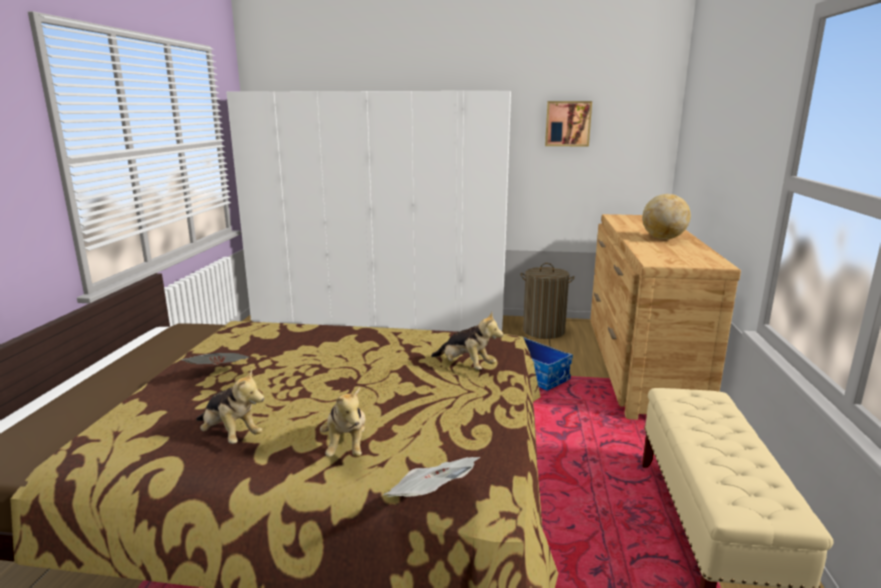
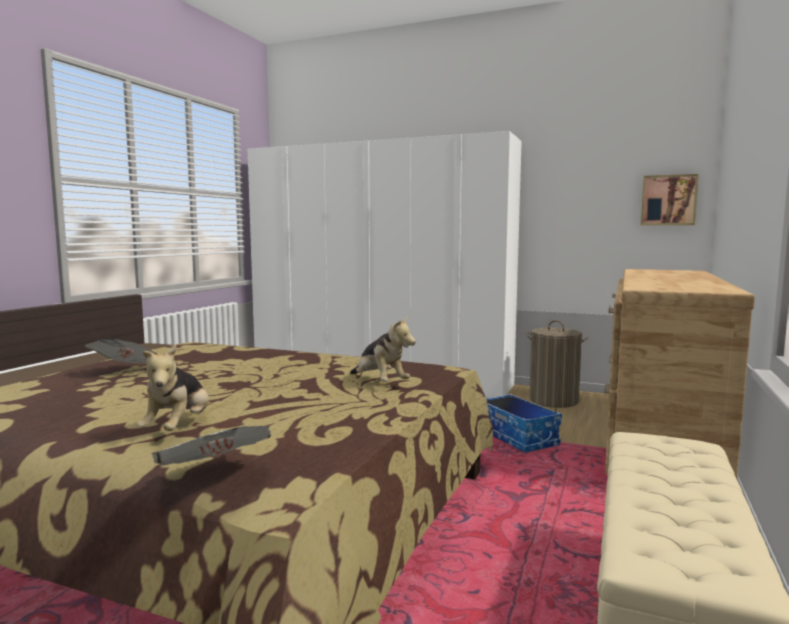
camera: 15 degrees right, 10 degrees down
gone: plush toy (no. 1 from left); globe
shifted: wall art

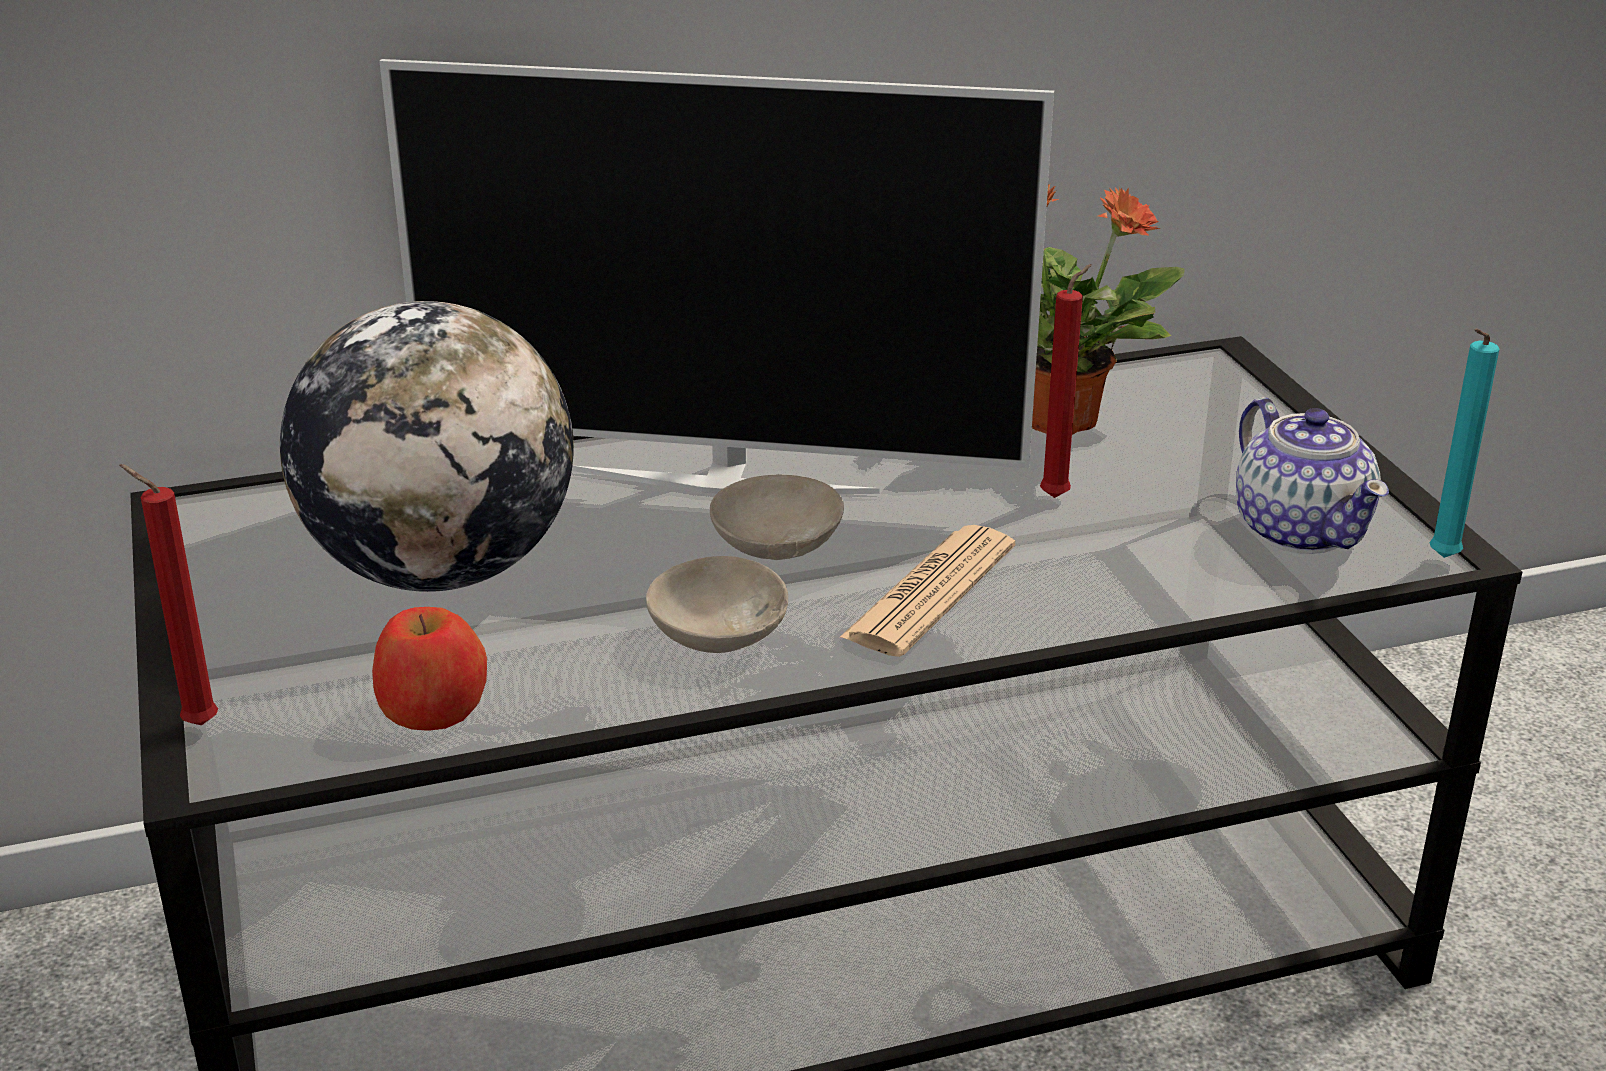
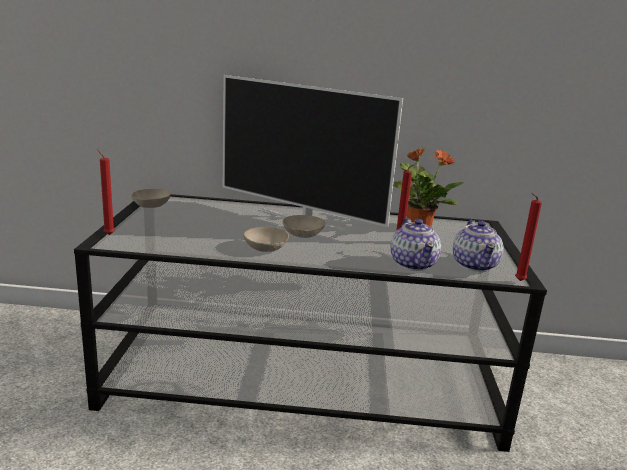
camera: 20 degrees right, 10 degrees down
gone: globe; apple; daily paper
new: serving bowl (beige) (no. 1 from left); teapot (no. 1 from left)
repainted: wax light (blue-green) to wax light (red) (no. 3 from left)

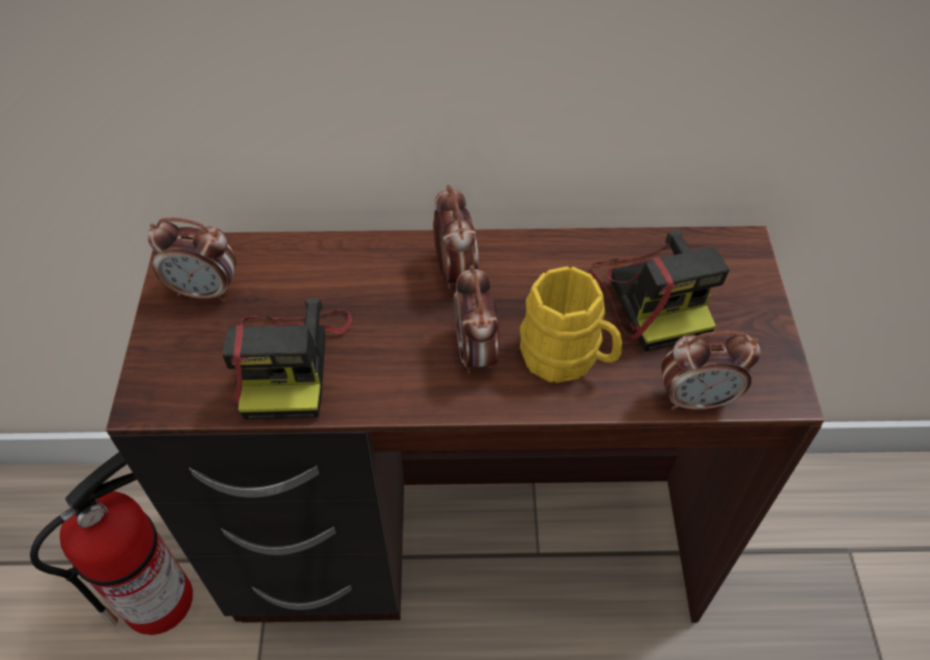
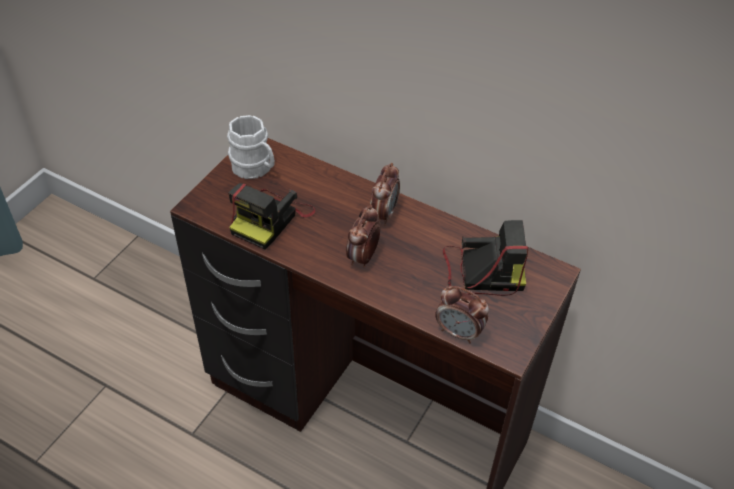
camera: 30 degrees right, 5 degrees down
gone: extinguisher; tea mug (yellow-coloured)
swapped: table clock (no. 1 from left) to tea mug (white-coloured)
rotated: still camera (no. 2 from left) 105 degrees counterclockwise

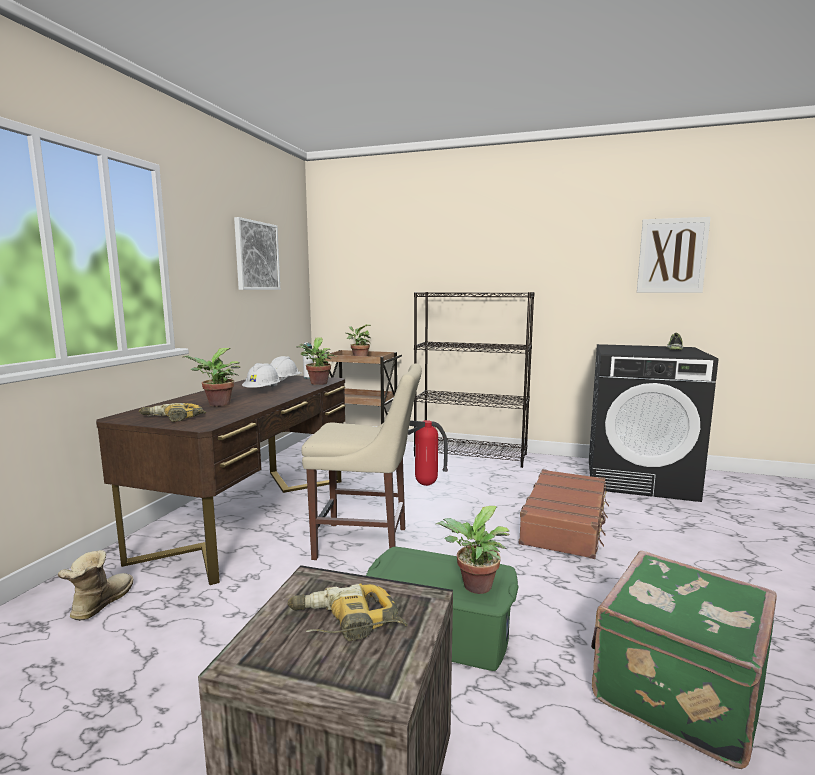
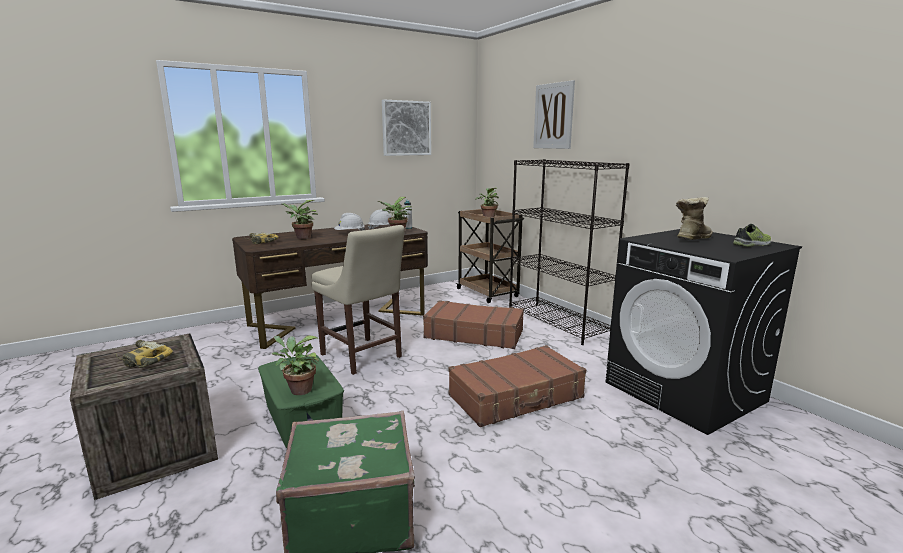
camera: 40 degrees right, 5 degrees up
shifted: boot; wall art (no. 2 from left)
swapped: extinguisher to travel case (brown-coloured) (no. 1 from left)

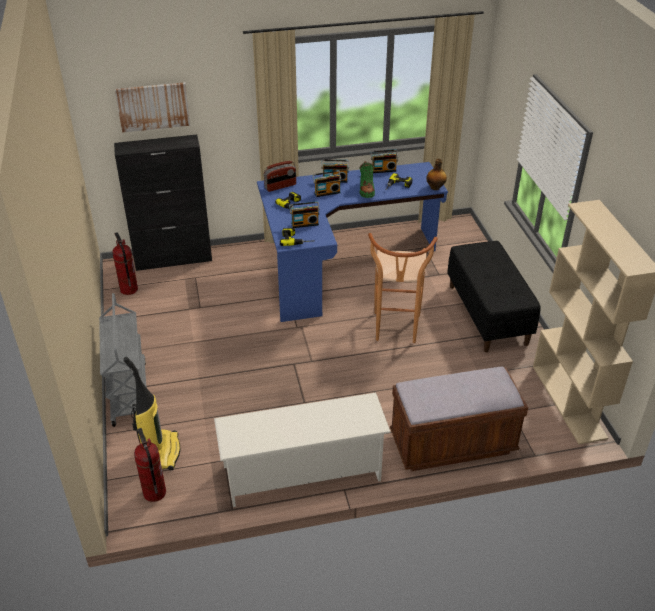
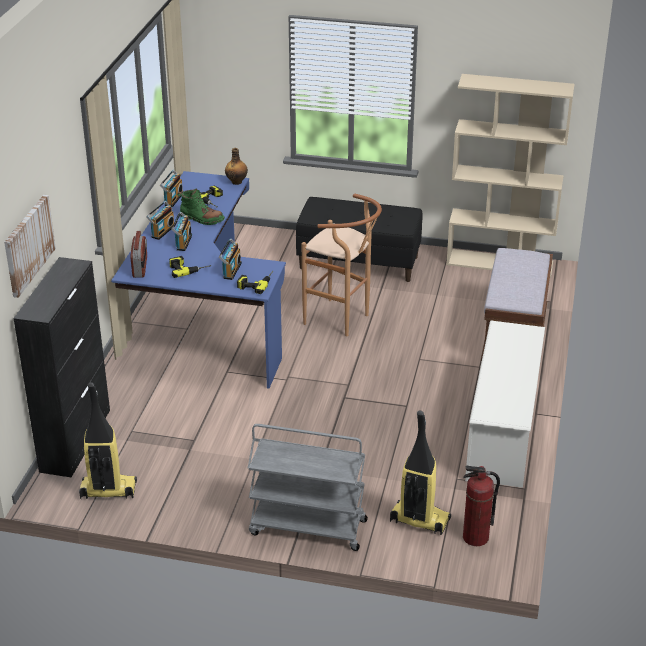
camera: 65 degrees left, 5 degrees down
swapped: extinguisher (no. 1 from left) to hoover (no. 1 from left)

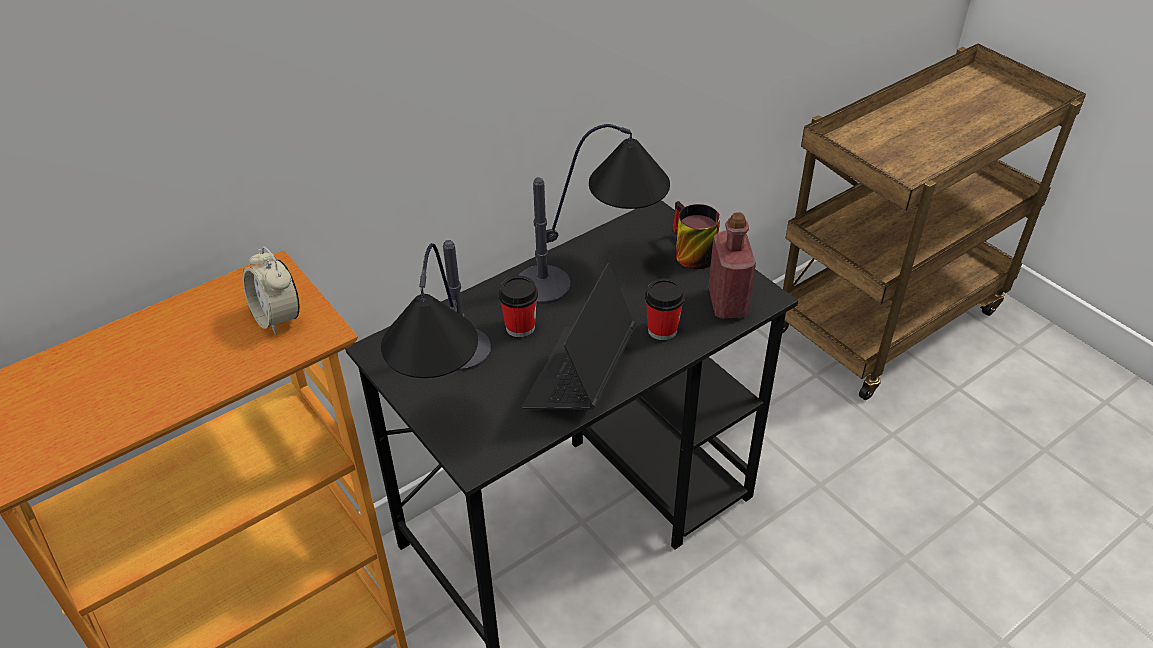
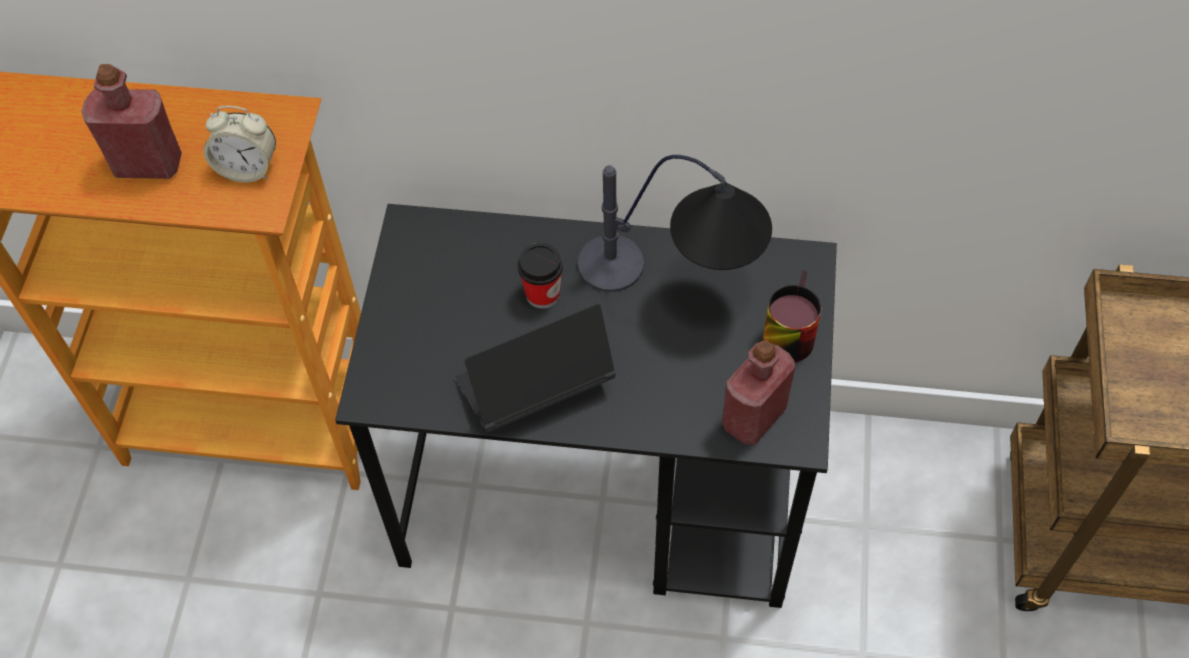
camera: 45 degrees right, 15 degrees up
gone: table lamp (no. 1 from left); cup (no. 2 from left)
new: bottle (red) (no. 1 from left)
rotated: table clock 90 degrees counterclockwise

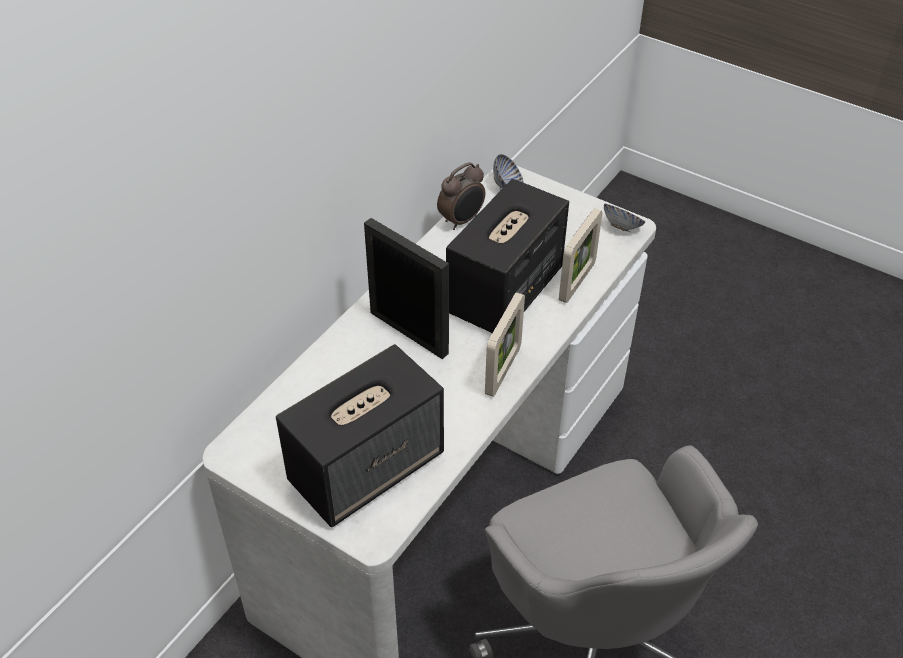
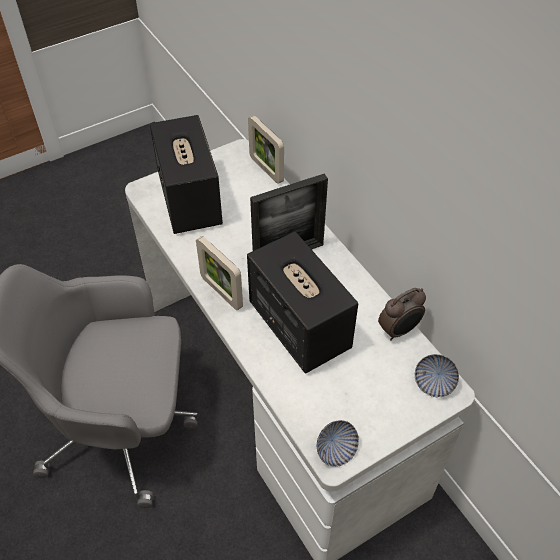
camera: 115 degrees right, 5 degrees up
shifted: standing frame (no. 3 from left in the first image) to standing frame (no. 2 from left)
rotated: table clock 105 degrees counterclockwise

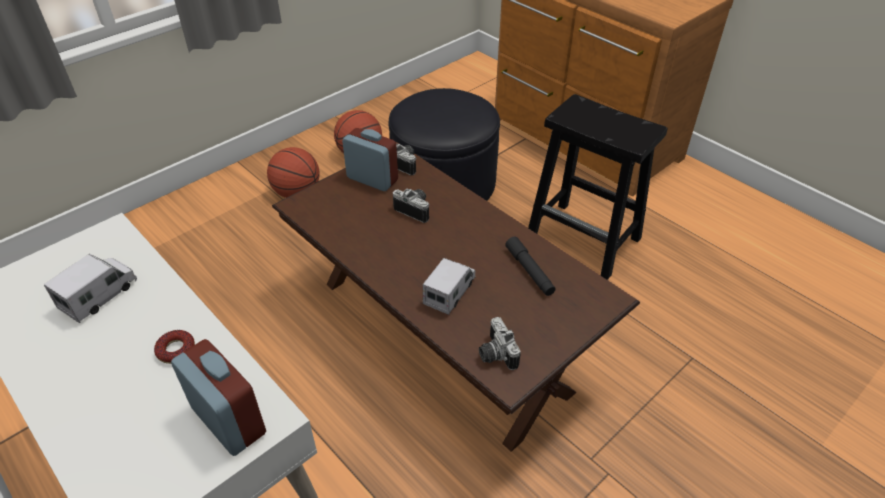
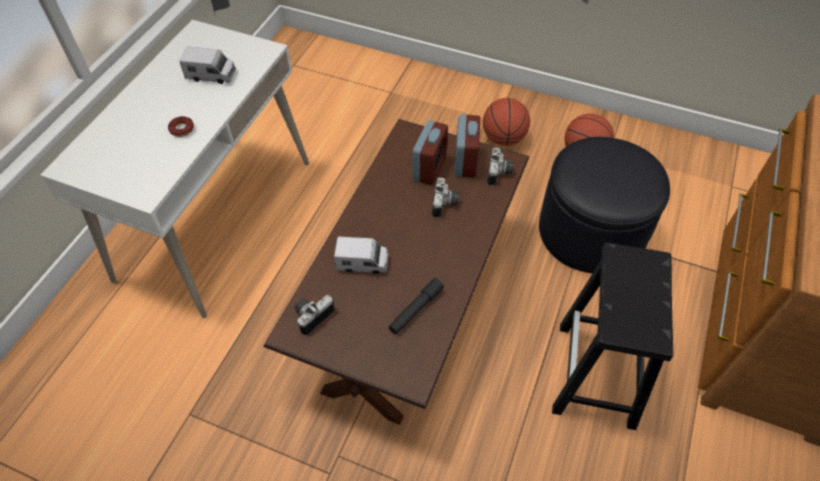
camera: 65 degrees right, 10 degrees up
shifted: table clock (no. 1 from left)

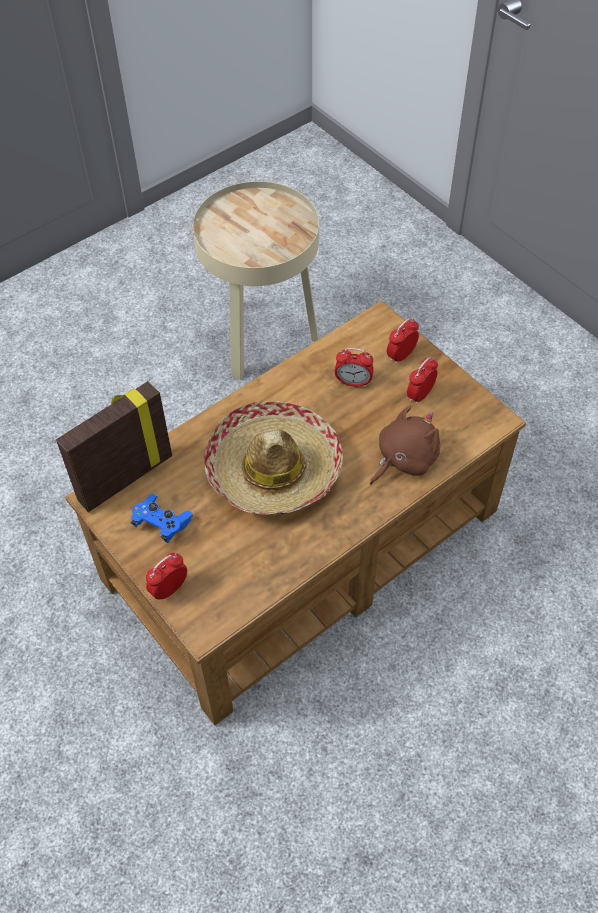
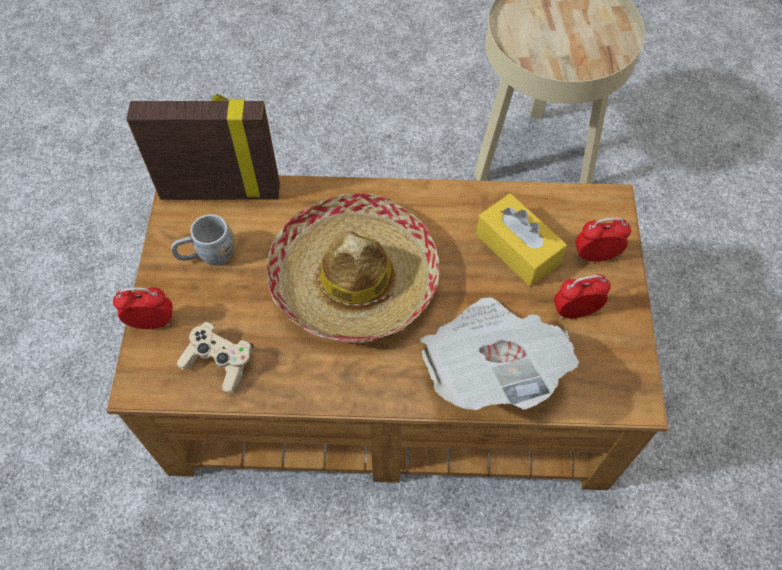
camera: 40 degrees right, 5 degrees up
new: game controller (beige)
swapped: game controller (blue) to tea mug (gray); table clock (no. 2 from left) to tissue box (yellow-coloured); plush toy (brown-coloured) to daily paper

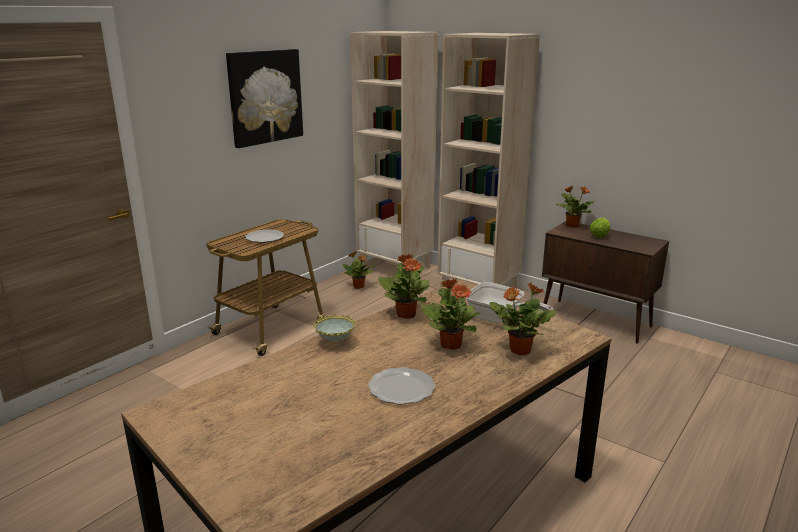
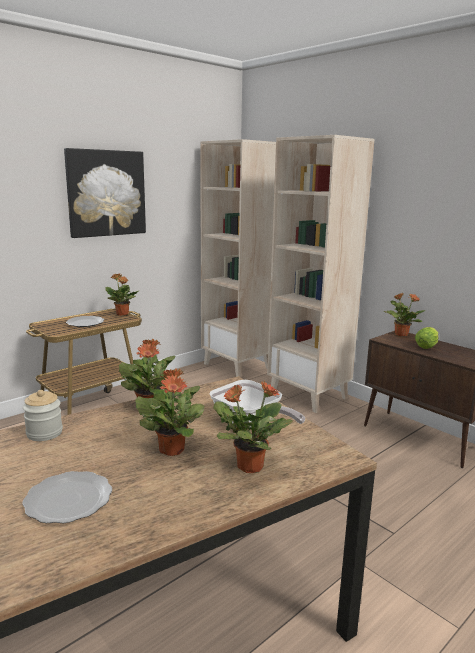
camera: 10 degrees right, 5 degrees down
shifted: houseplant (no. 1 from left)
swapped: serving bowl to jar

